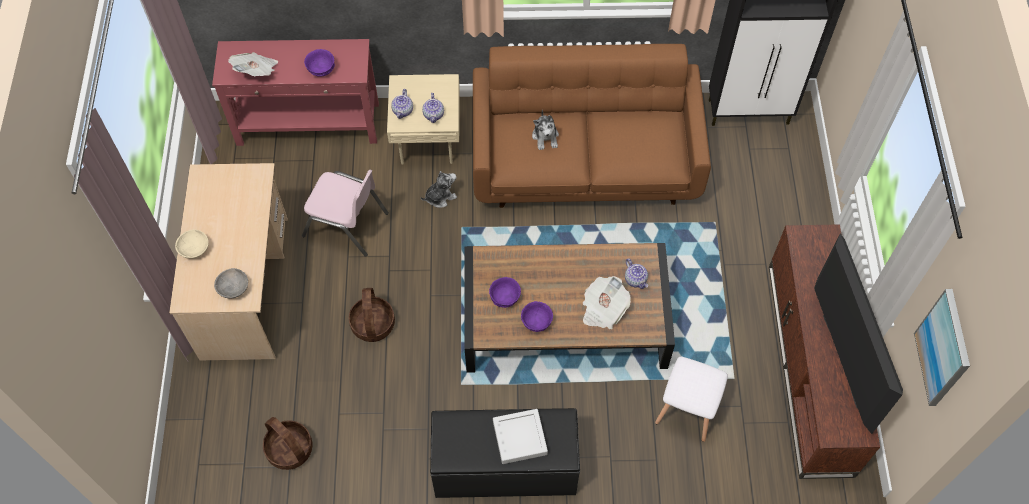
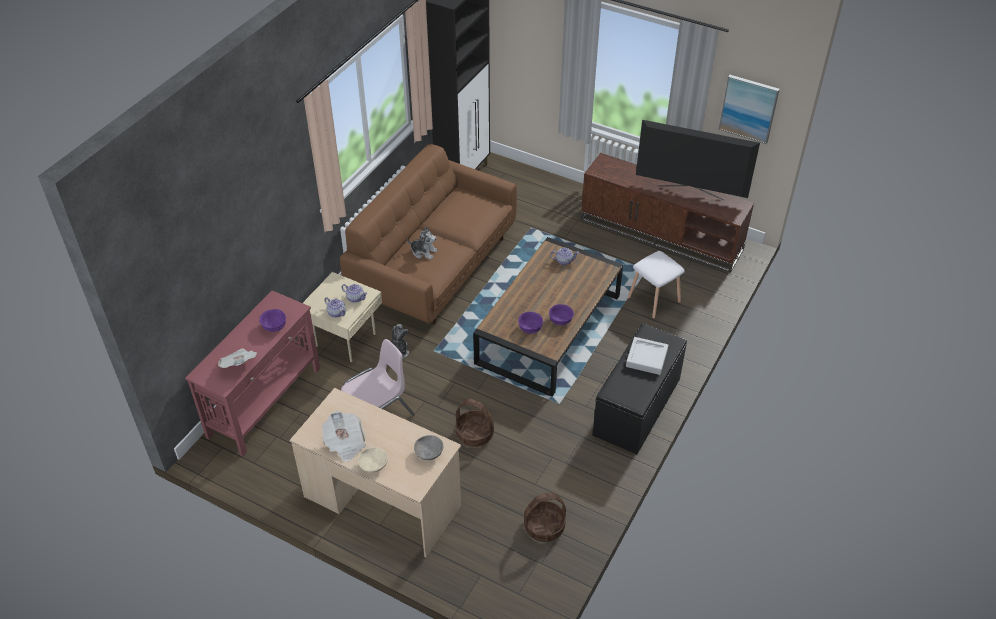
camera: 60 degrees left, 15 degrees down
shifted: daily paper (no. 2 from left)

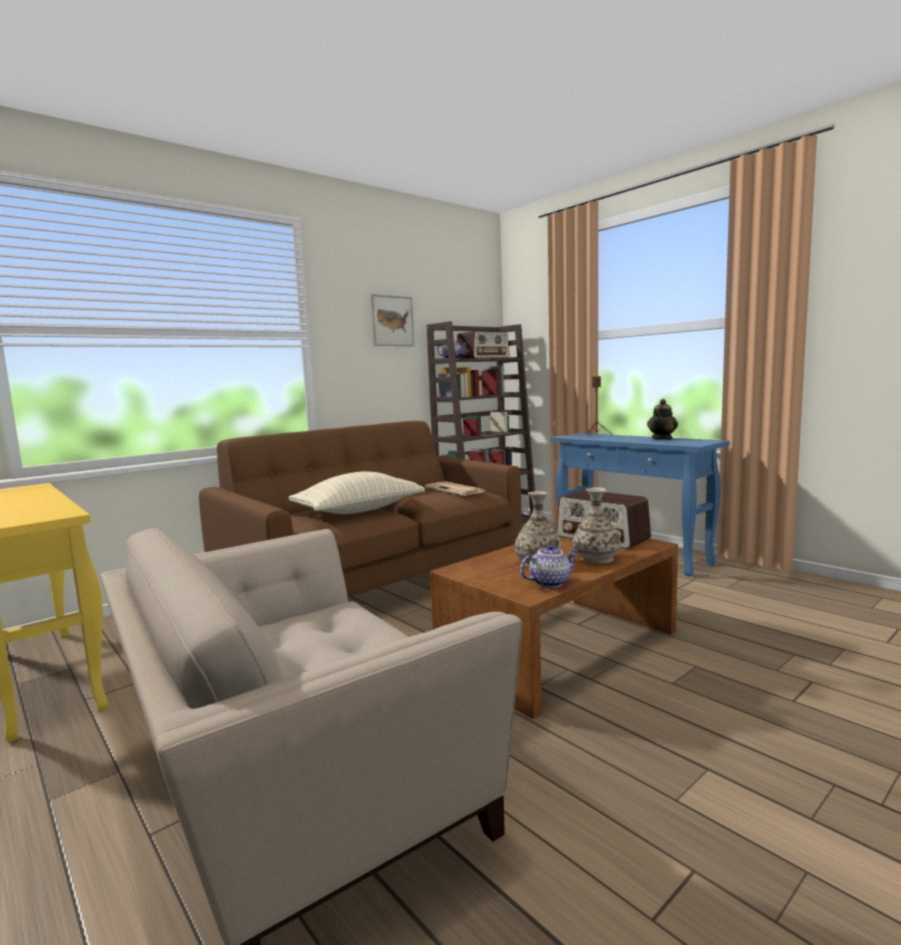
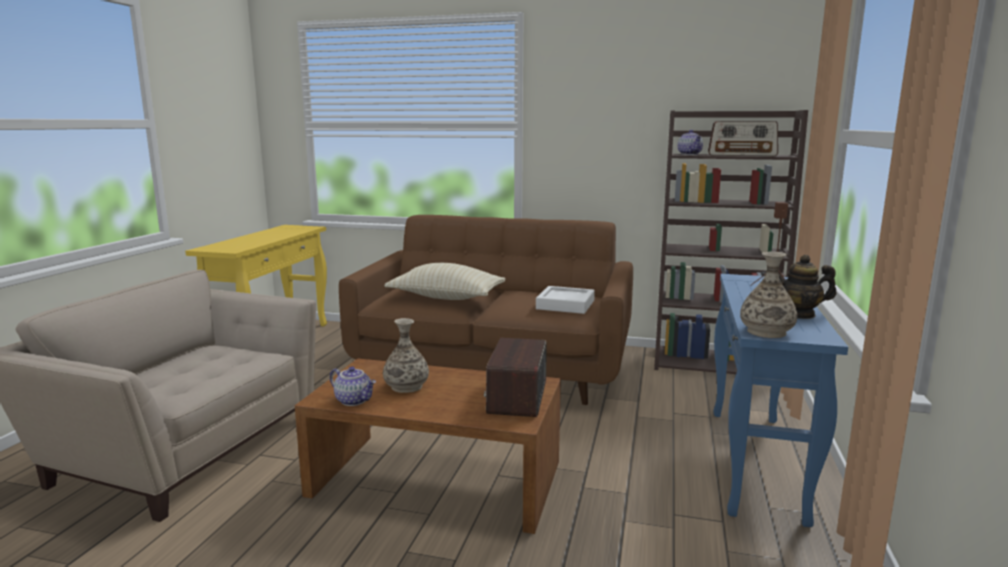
camera: 55 degrees right, 5 degrees up
gone: wall art
shifted: decorative vase (no. 2 from left)
swapped: daily paper to tray (white-coloured)

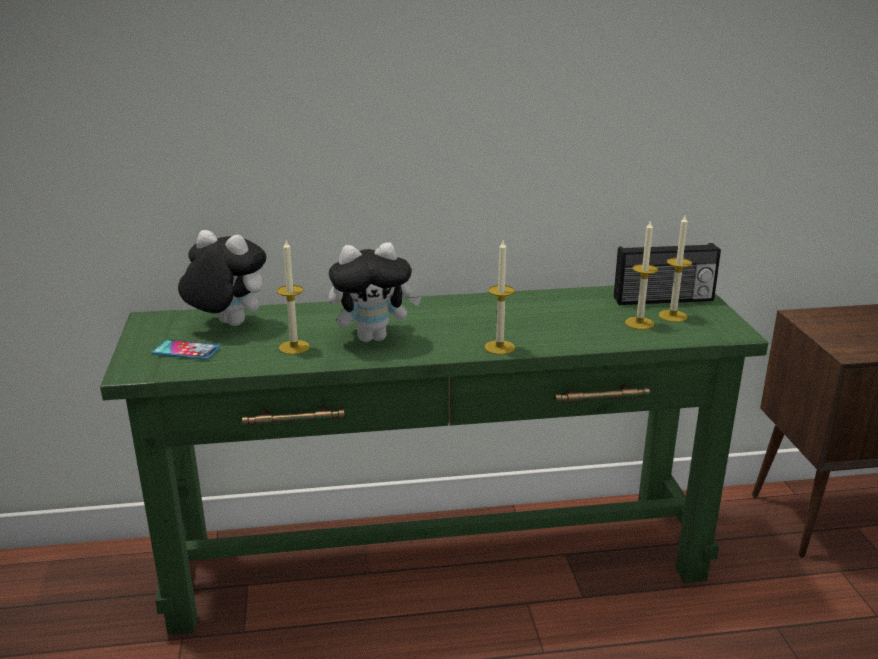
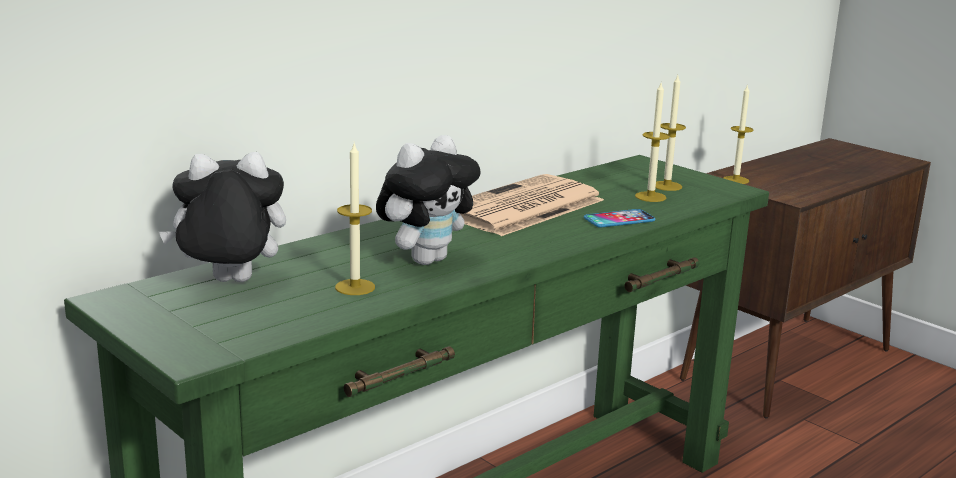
camera: 35 degrees left, 5 degrees down
gone: radio set
new: daily paper
shifted: telephone; wax light (no. 2 from left in the first image) to wax light (no. 4 from left)

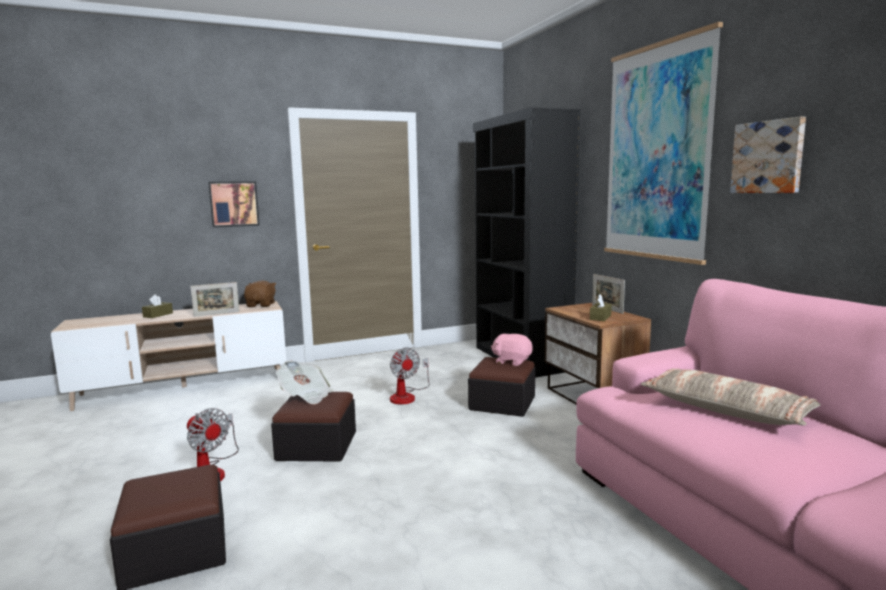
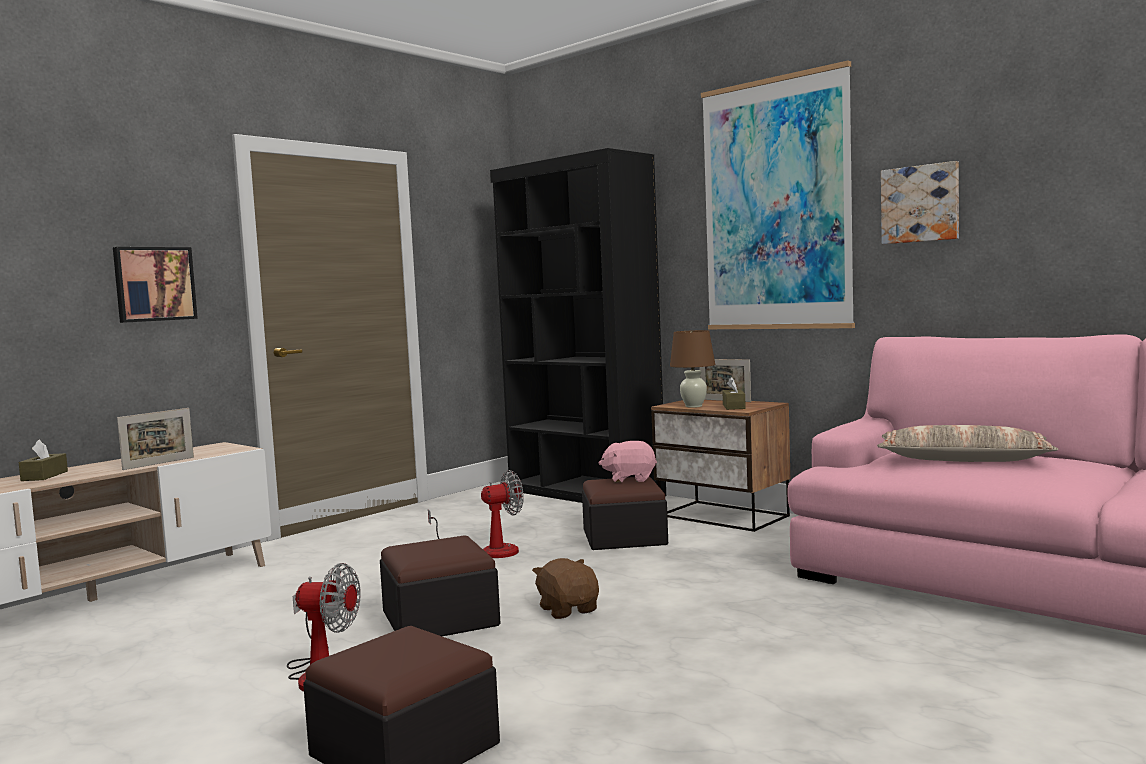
camera: 25 degrees left, 5 degrees down
gone: daily paper
new: table lamp (brown-coloured)
shifted: plush toy (brown-coloured)
rotated: fan (no. 2 from left) 60 degrees counterclockwise

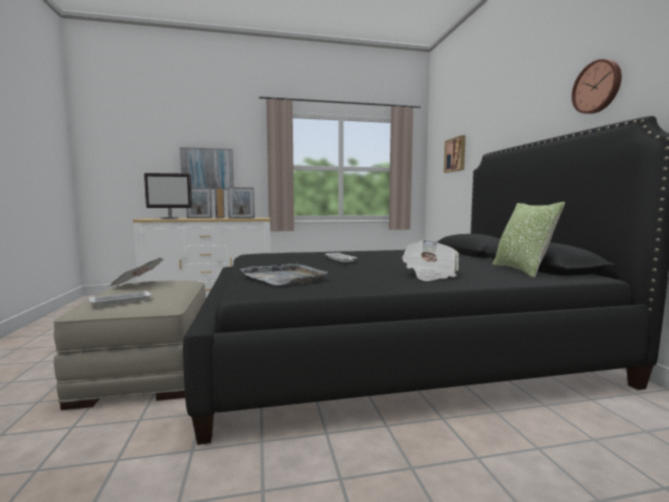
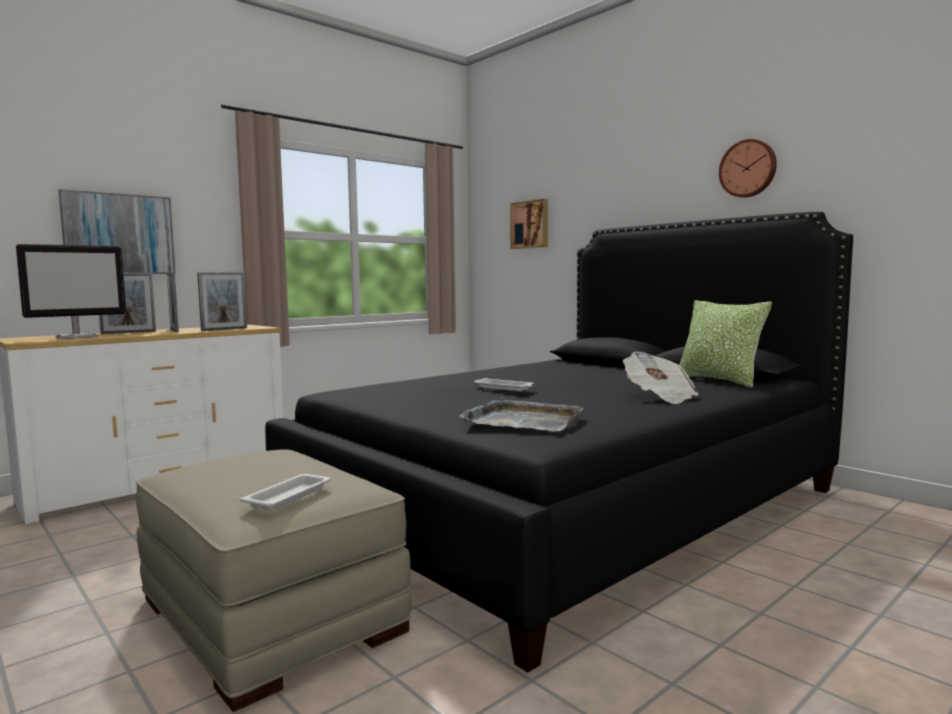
camera: 30 degrees left, 0 degrees up
gone: daily paper (no. 1 from left)

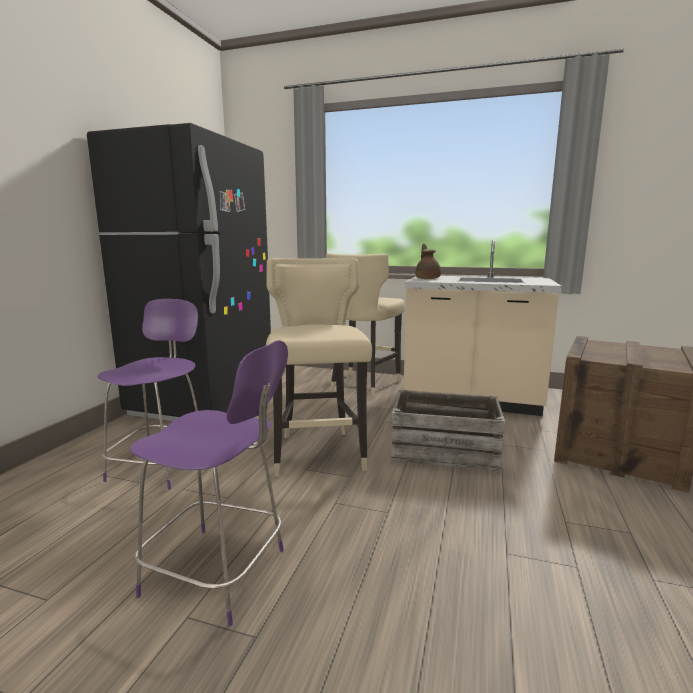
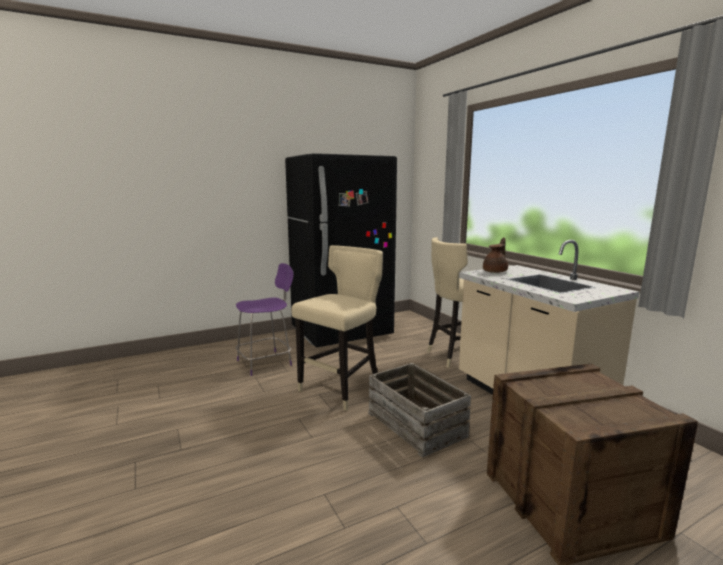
camera: 45 degrees right, 0 degrees up
gone: chair (purple-coloured) (no. 2 from left)

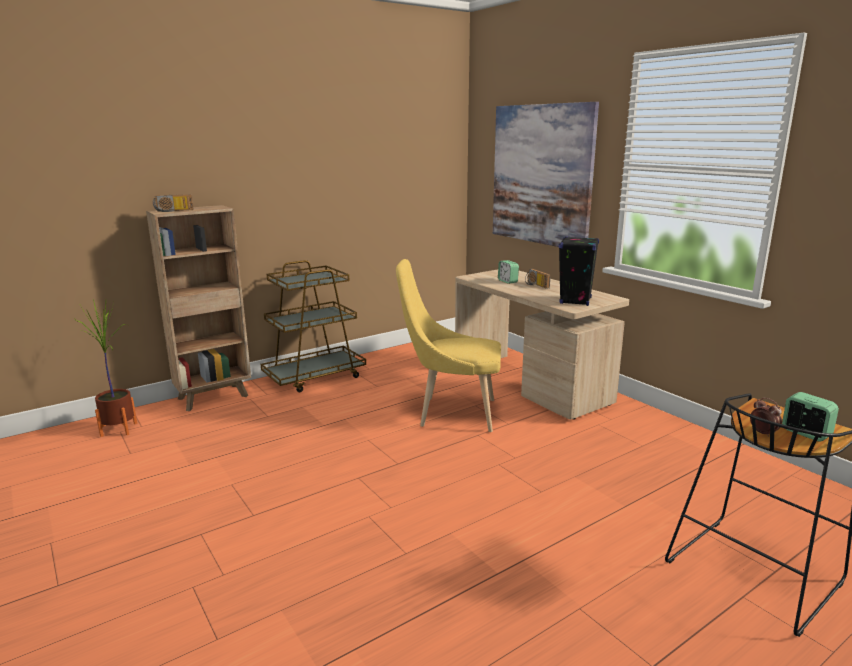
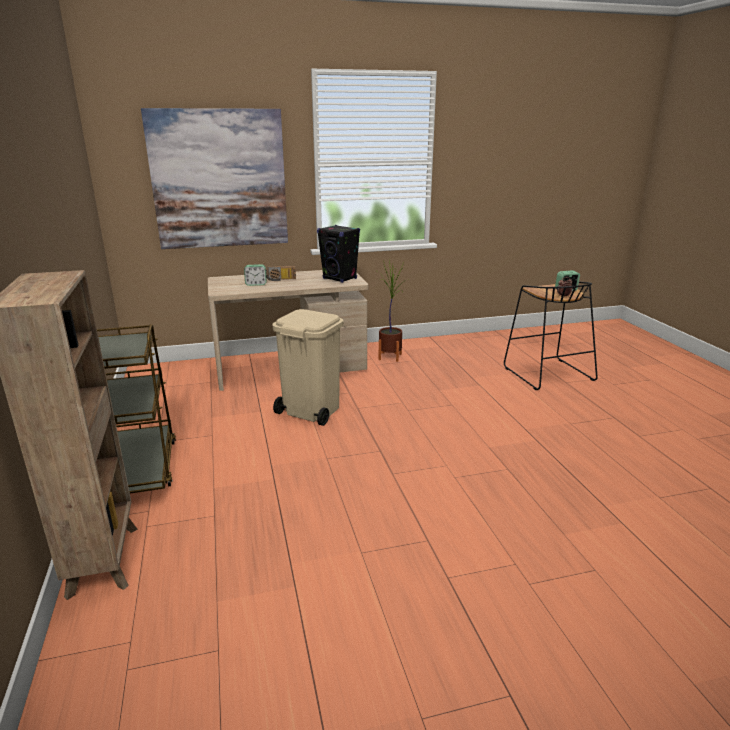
camera: 70 degrees left, 5 degrees up
gone: radio set (no. 1 from left)
shifted: houseplant
swapped: chair (yellow-coloured) to waste bin (beige)

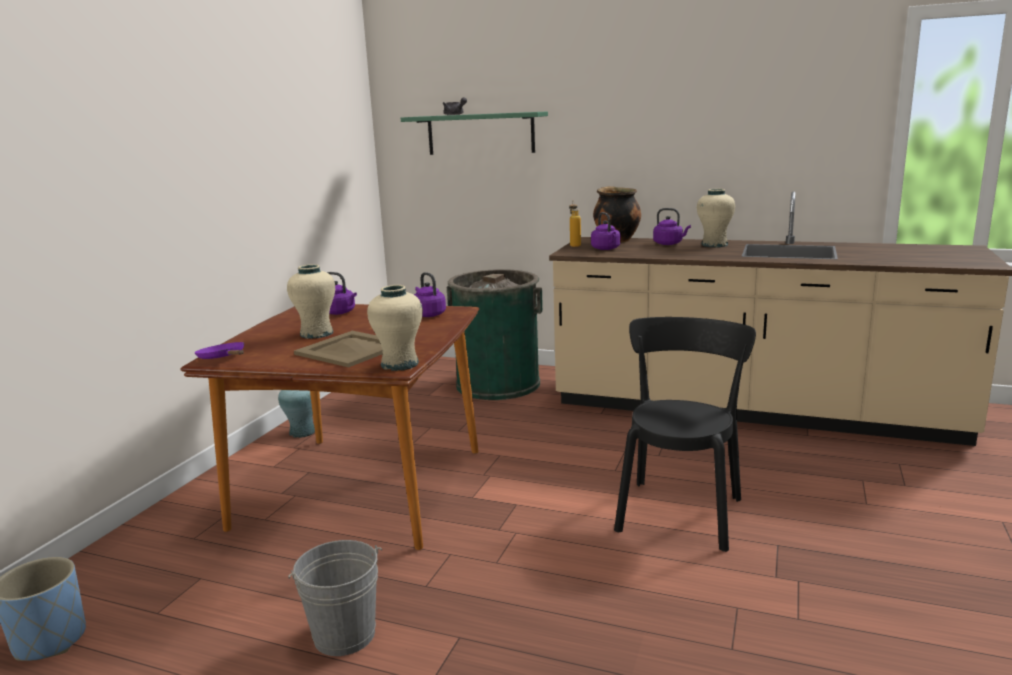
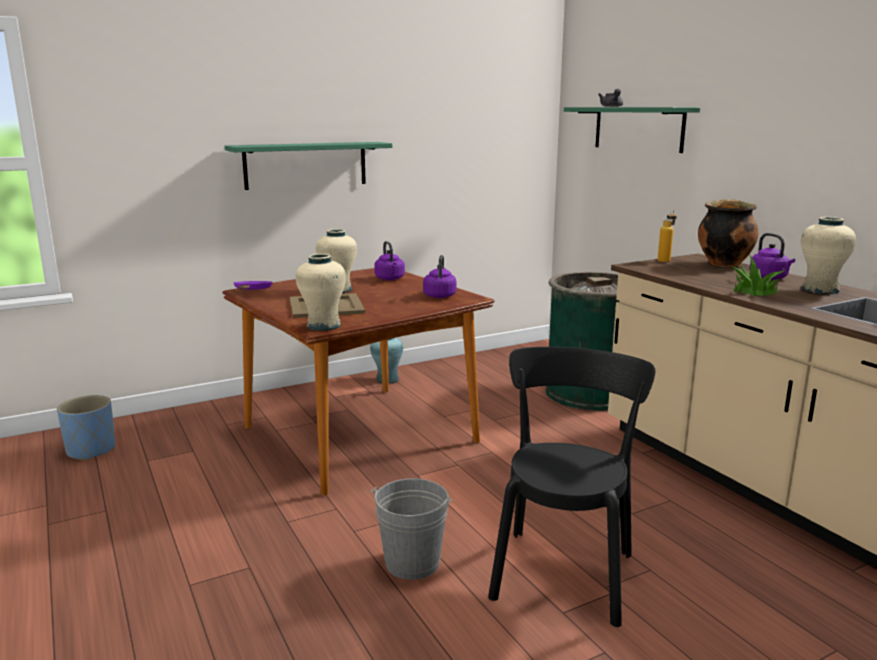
camera: 40 degrees right, 0 degrees up
gone: kettle (purple-coloured) (no. 3 from left)
new: bracket shelf (green-coloured) (no. 1 from left); houseplant
shifted: bucket (gray)
rotated: chair (blackish) 45 degrees counterclockwise

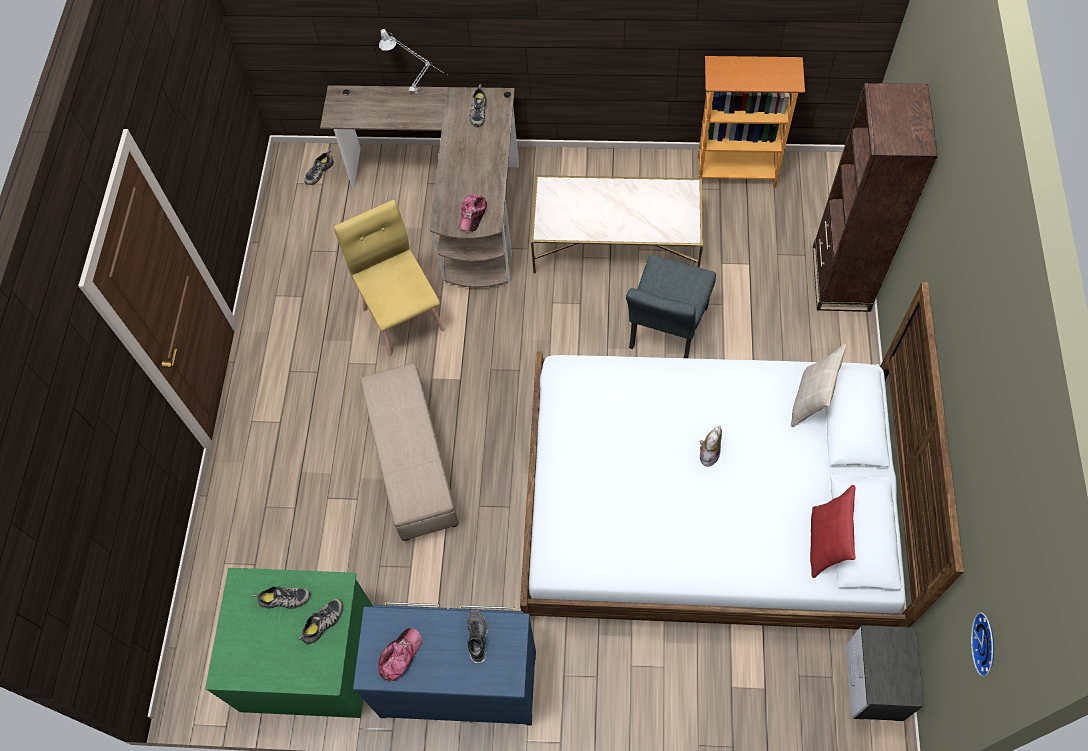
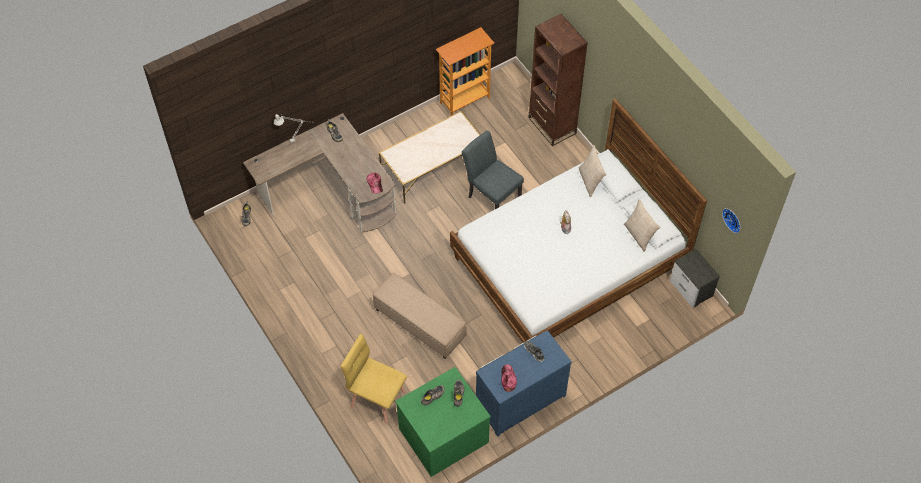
camera: 40 degrees left, 5 degrees down
shifted: chair (yellow-coloured)
repainted: pillow (red) to pillow (beige) (no. 2 from left)
rotated: chair (gray) 150 degrees clockwise

